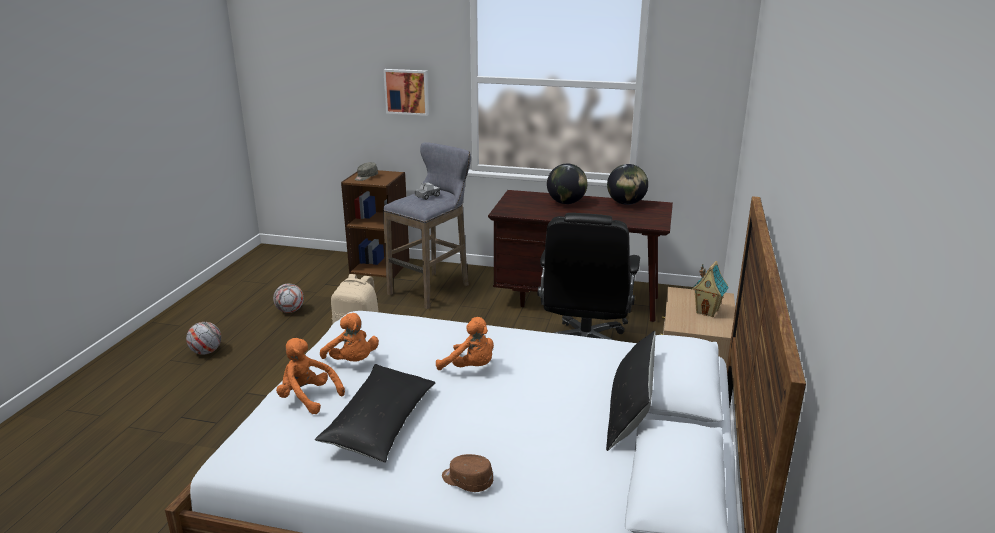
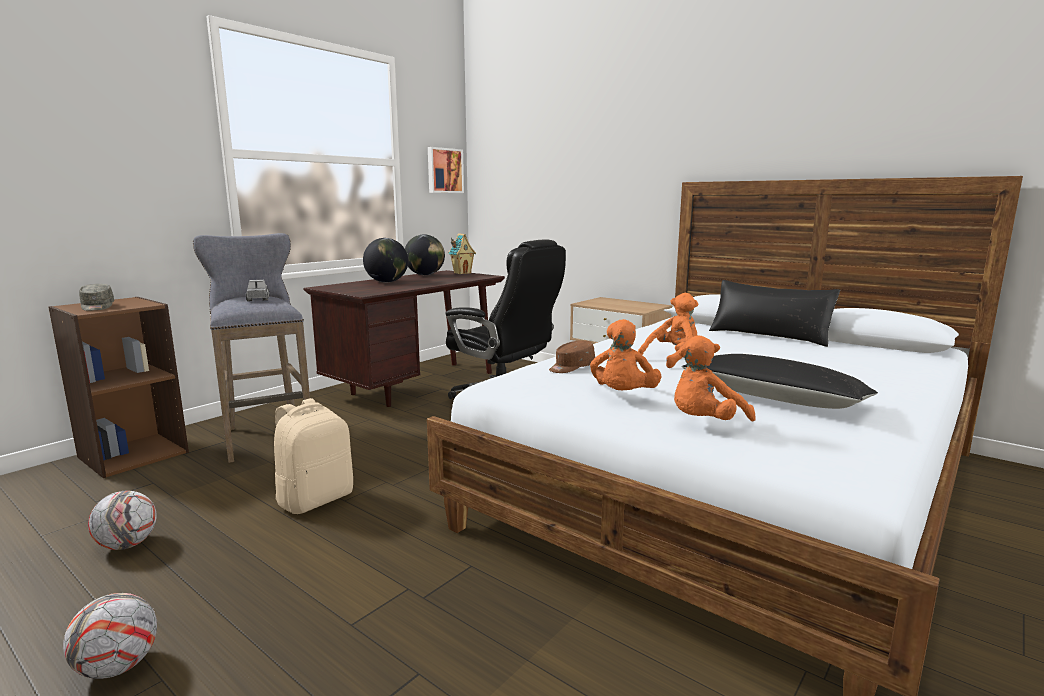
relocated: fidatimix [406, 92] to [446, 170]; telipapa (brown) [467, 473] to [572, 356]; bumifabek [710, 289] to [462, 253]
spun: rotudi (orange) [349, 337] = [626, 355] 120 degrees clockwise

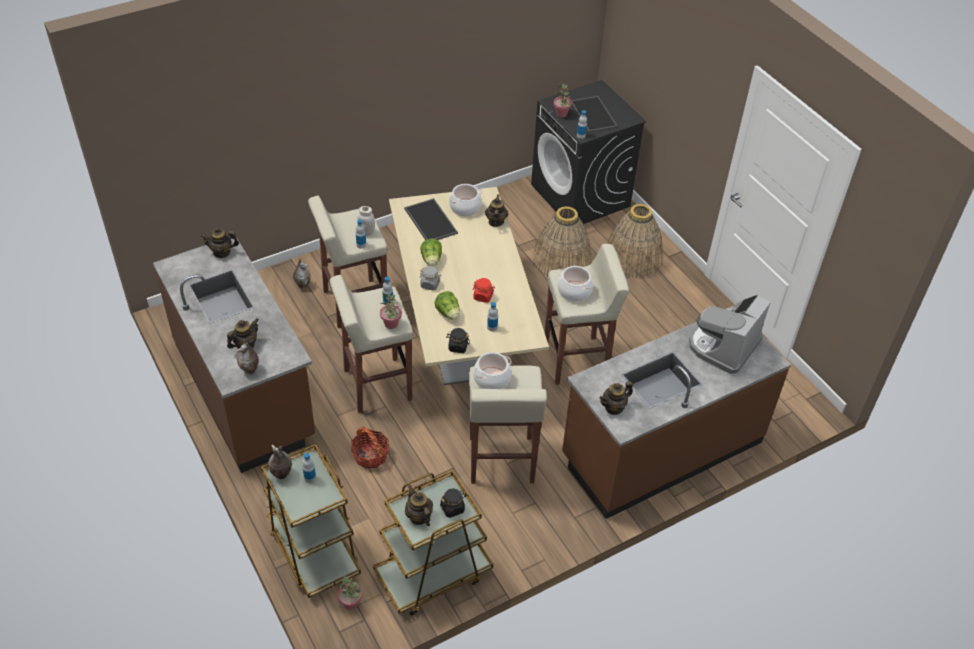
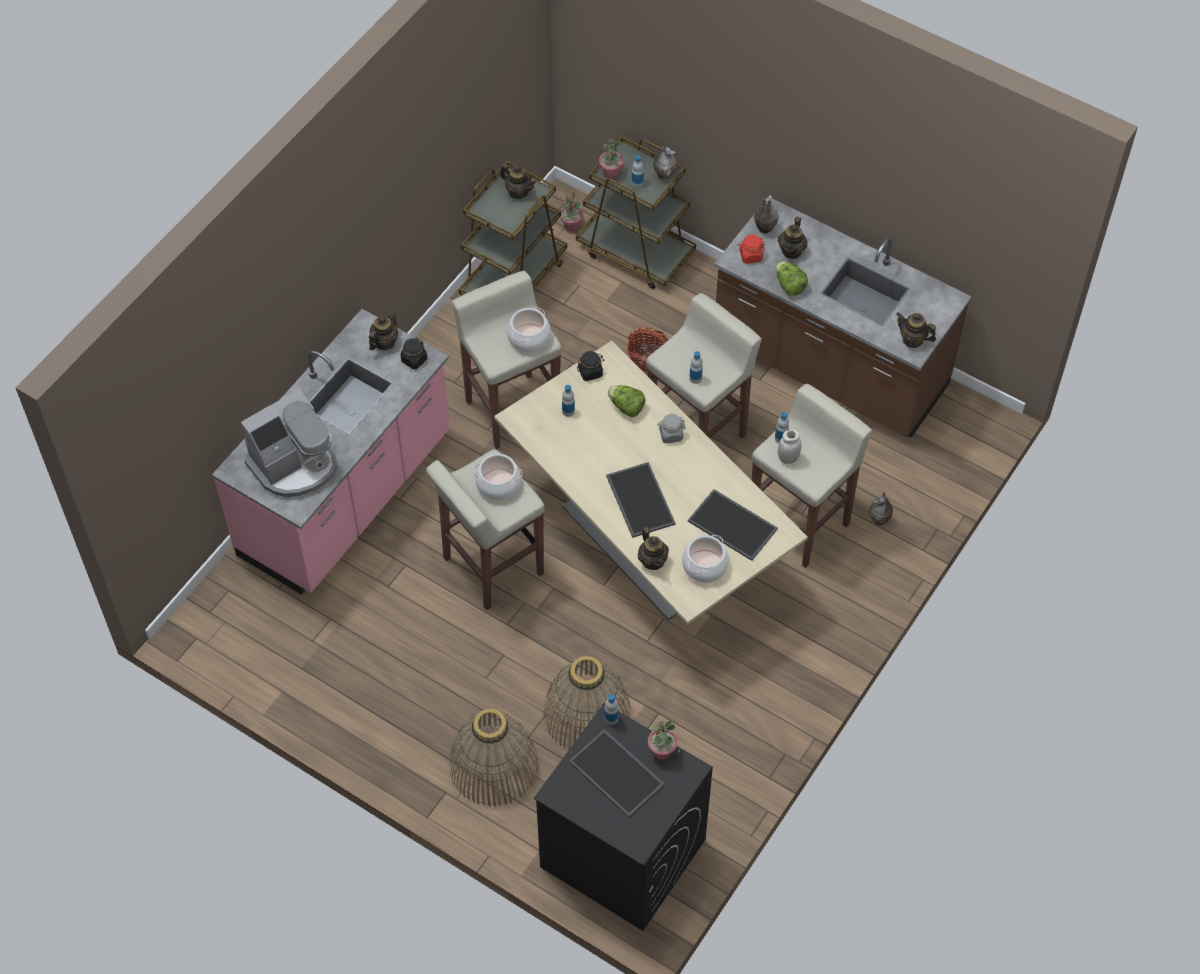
appeared: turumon [641, 500]
relocated: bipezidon [391, 311] to [611, 158]; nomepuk [431, 252] to [792, 278]; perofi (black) [453, 503] to [414, 353]; perofi (red) [484, 290] to [751, 249]
colour: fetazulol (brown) [676, 412] to fetazulol (pink) [331, 452]
spun: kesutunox [219, 242] = [916, 330] 120 degrees counterclockwise; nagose [730, 334] = [289, 443] 45 degrees clockwise

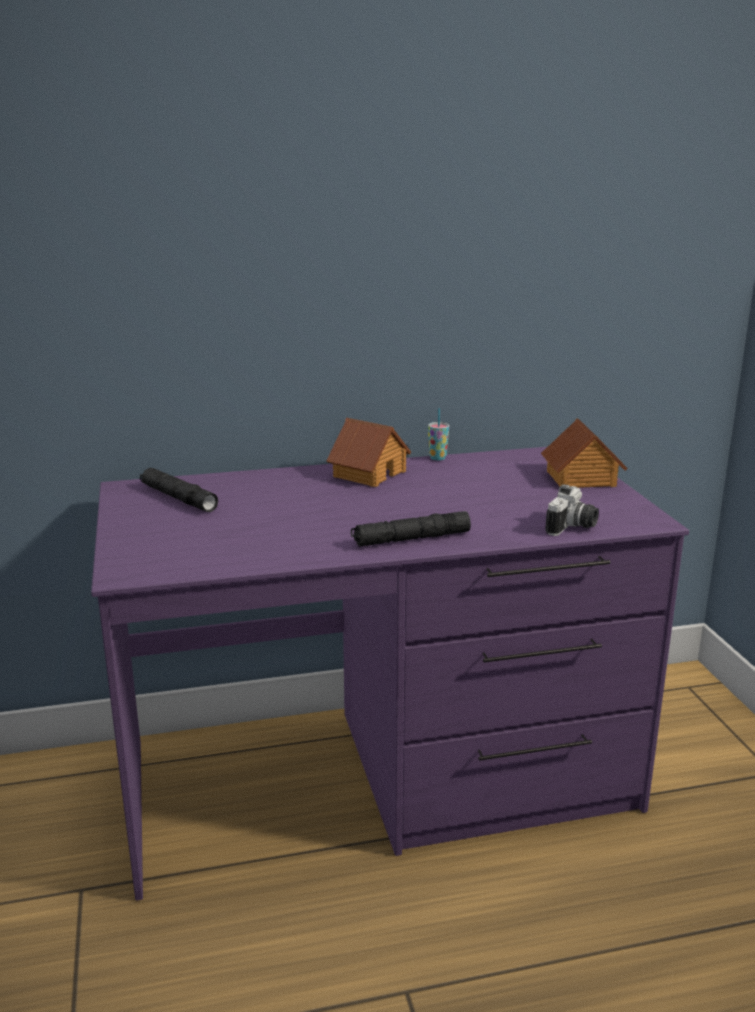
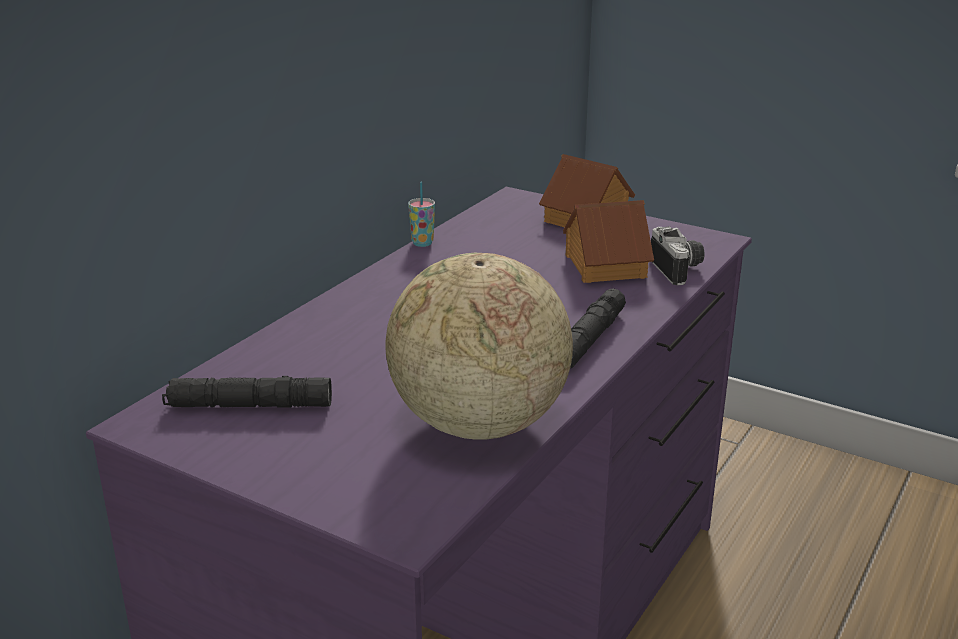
appeared: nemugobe [479, 346]
relocated: bumifabek [368, 452] to [608, 241]

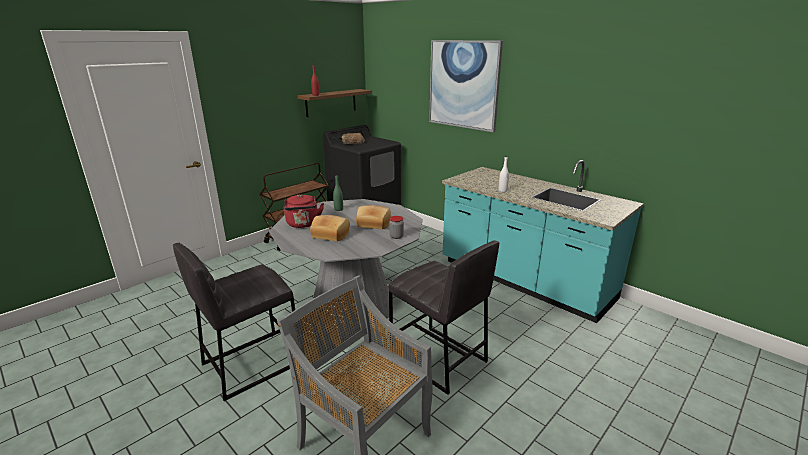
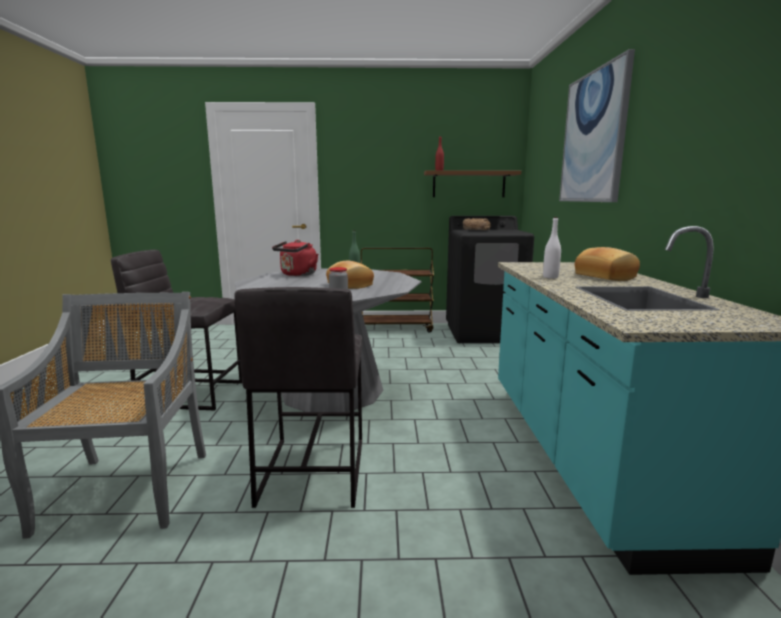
relocated: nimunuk [330, 228] to [607, 264]

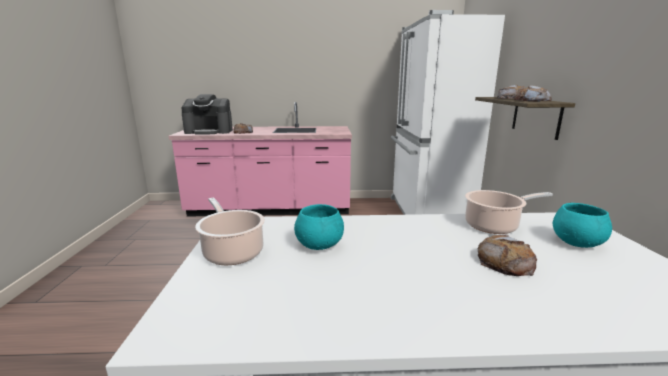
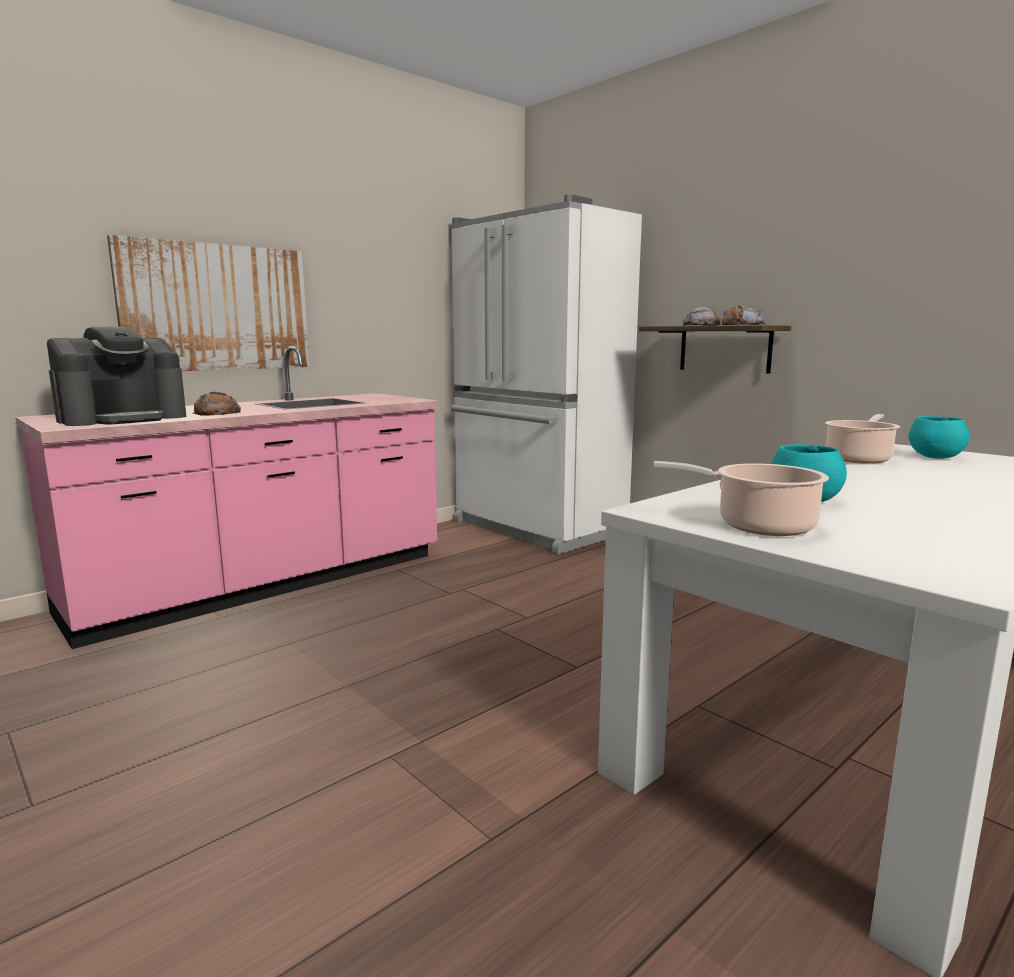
missing: nimunuk [507, 255]
appeared: fidatimix [208, 303]

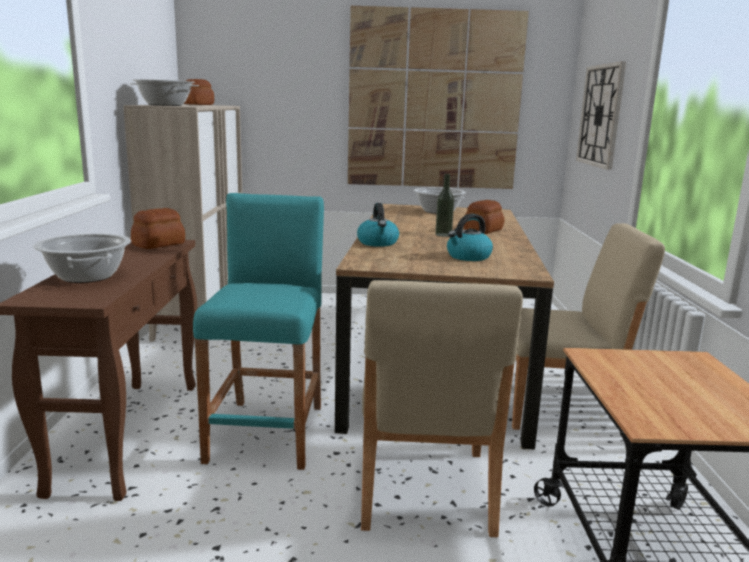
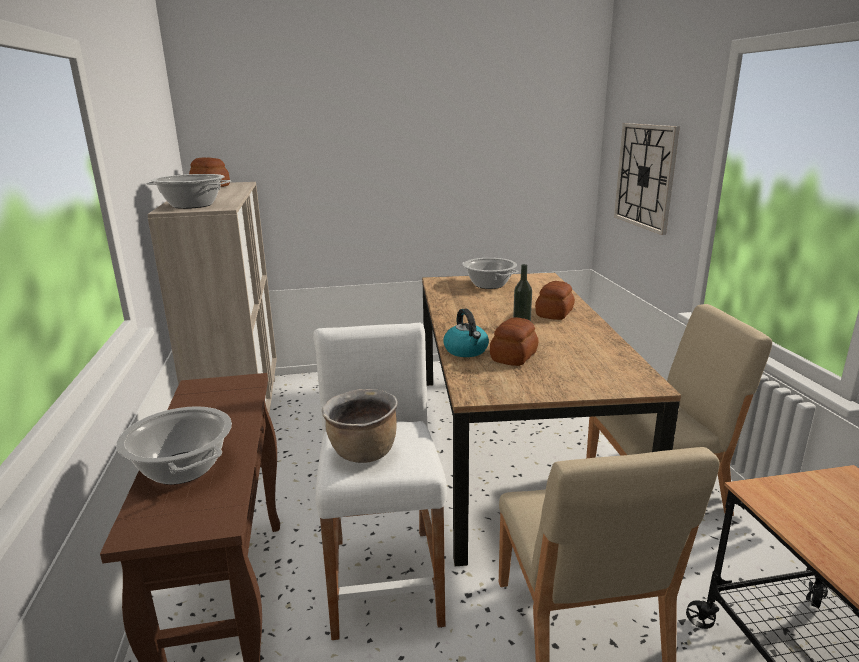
missing: fidatimix [438, 97]; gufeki [470, 237]
appeared: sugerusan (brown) [360, 426]
relocated: nimunuk [158, 228] to [514, 341]
colour: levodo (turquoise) [258, 331] to levodo (white) [380, 481]

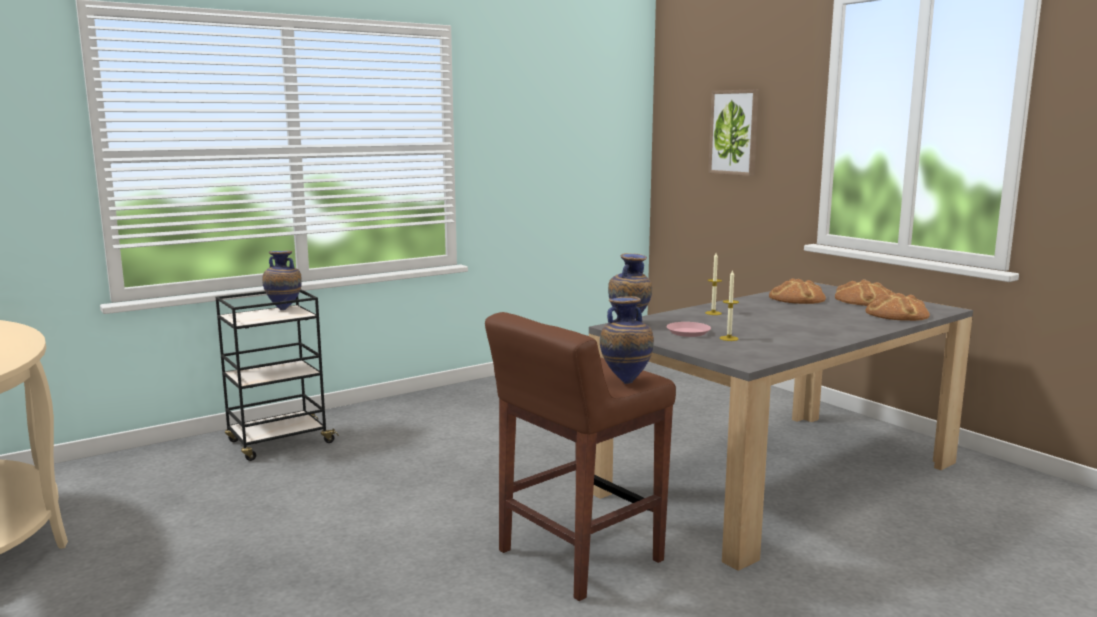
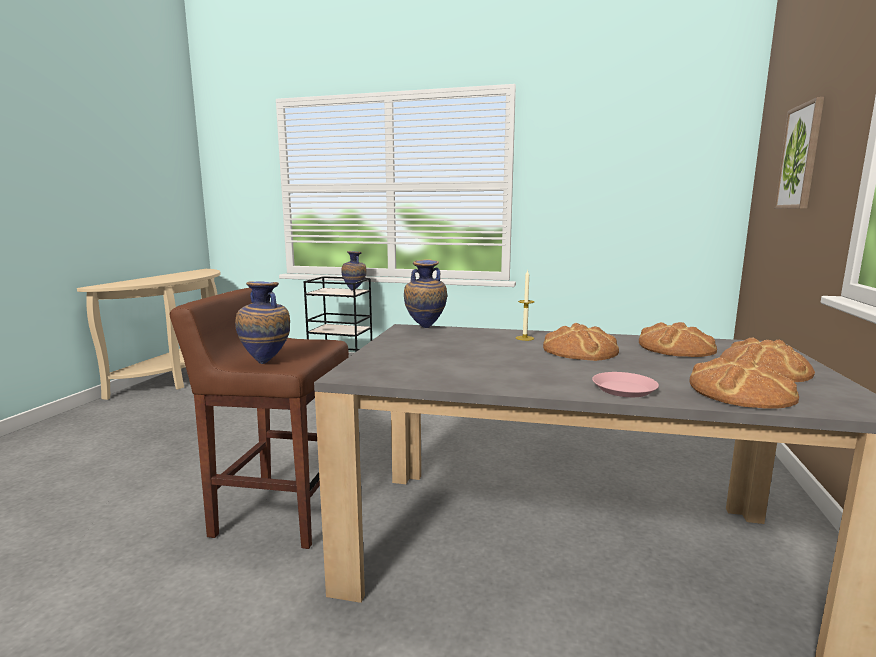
missing: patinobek [729, 305]
appeared: nimunuk [581, 342]
relocated: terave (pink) [688, 329] to [625, 384]

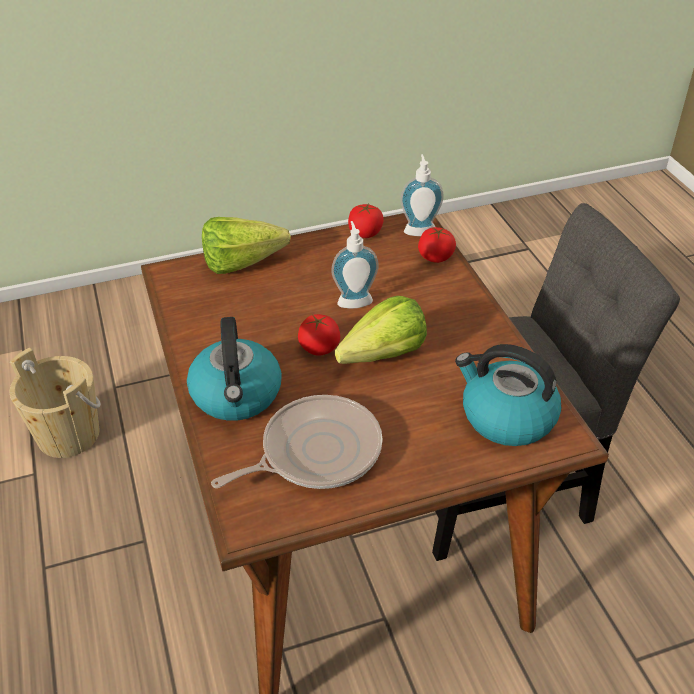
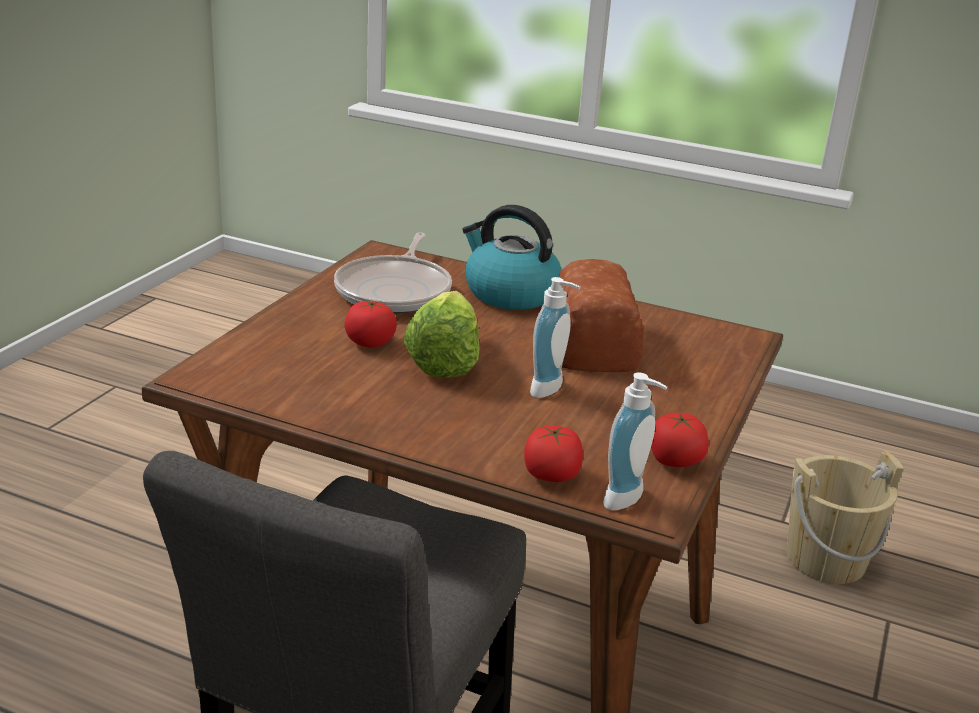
missing: nomepuk [246, 245]; gufeki [508, 395]
appeared: nimunuk [601, 315]
relocated: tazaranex [319, 335] to [371, 323]

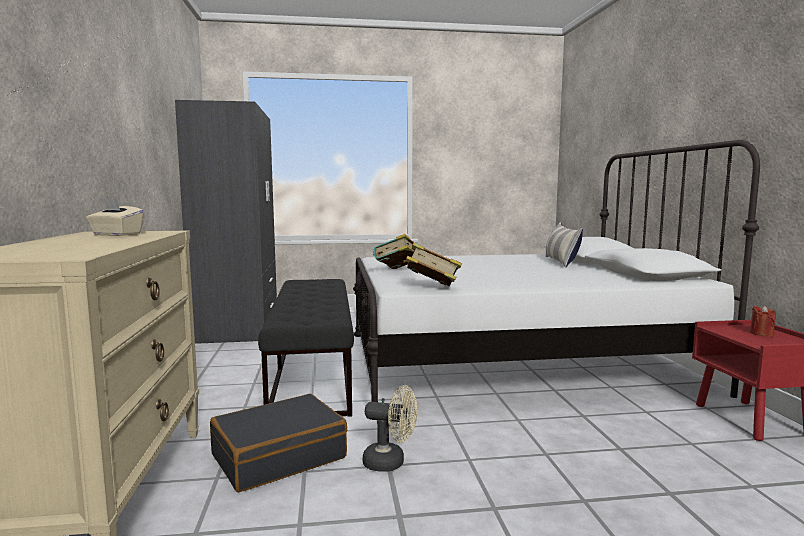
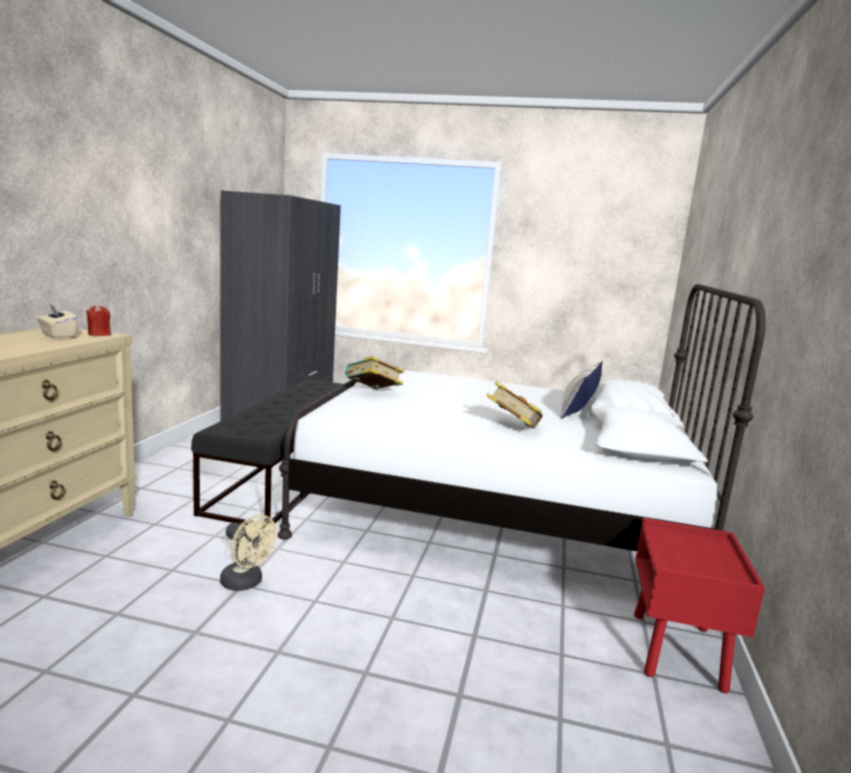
missing: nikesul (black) [278, 443]
relocated: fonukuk [433, 264] to [514, 404]; patinobek (red) [763, 321] to [98, 320]

